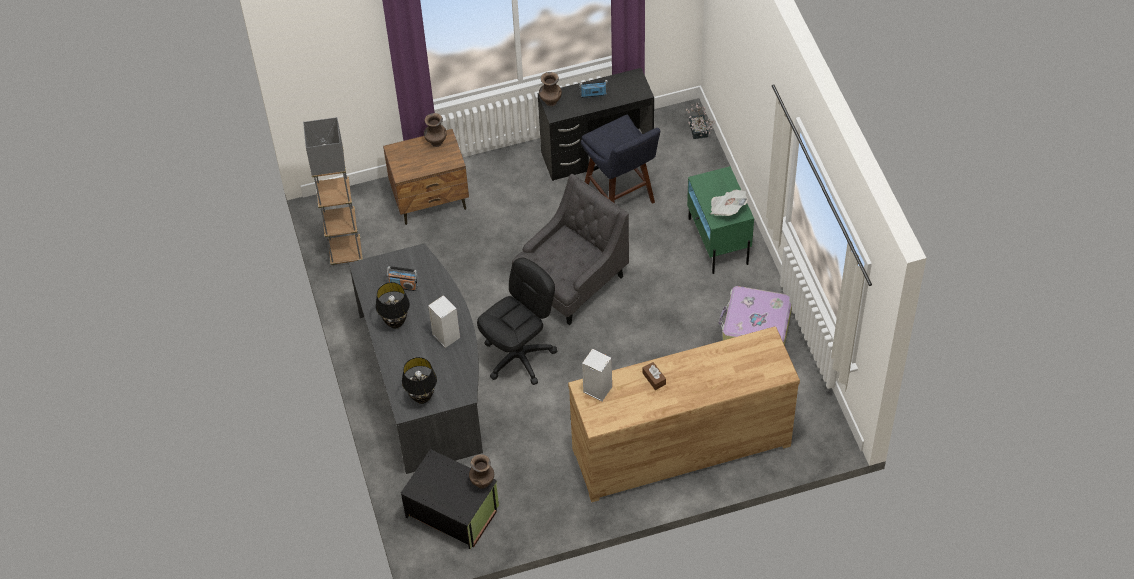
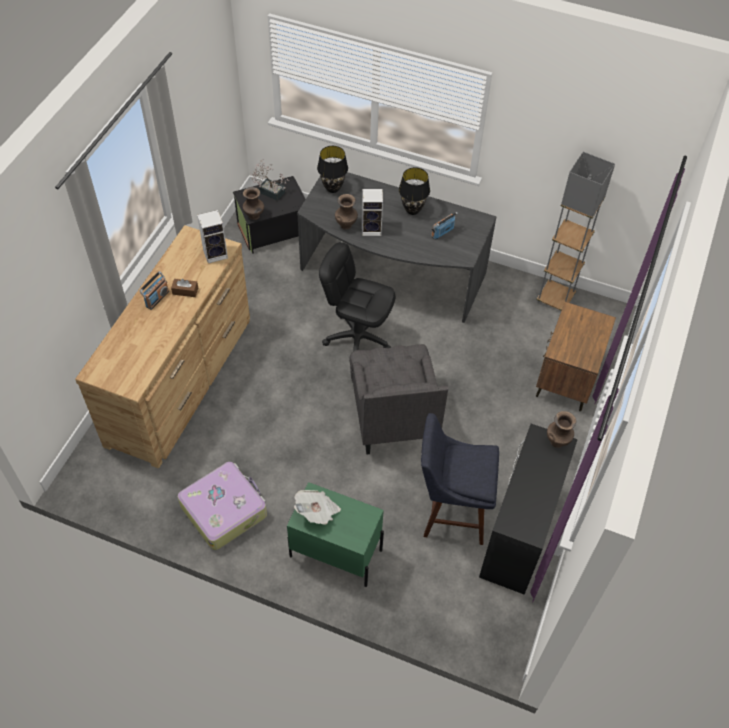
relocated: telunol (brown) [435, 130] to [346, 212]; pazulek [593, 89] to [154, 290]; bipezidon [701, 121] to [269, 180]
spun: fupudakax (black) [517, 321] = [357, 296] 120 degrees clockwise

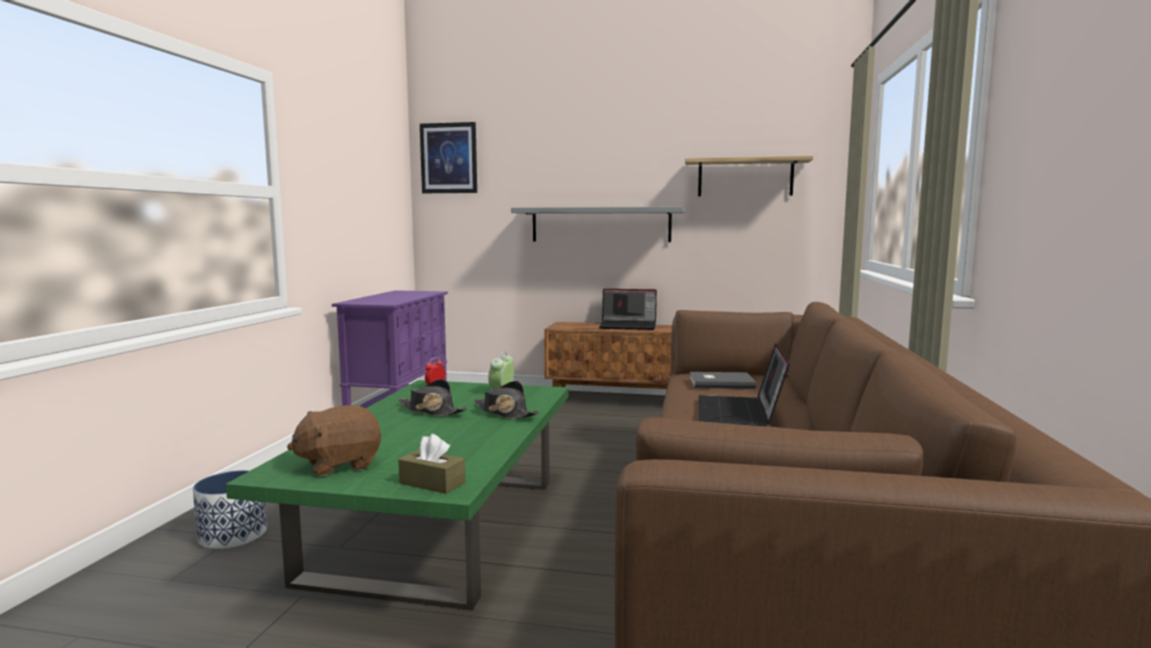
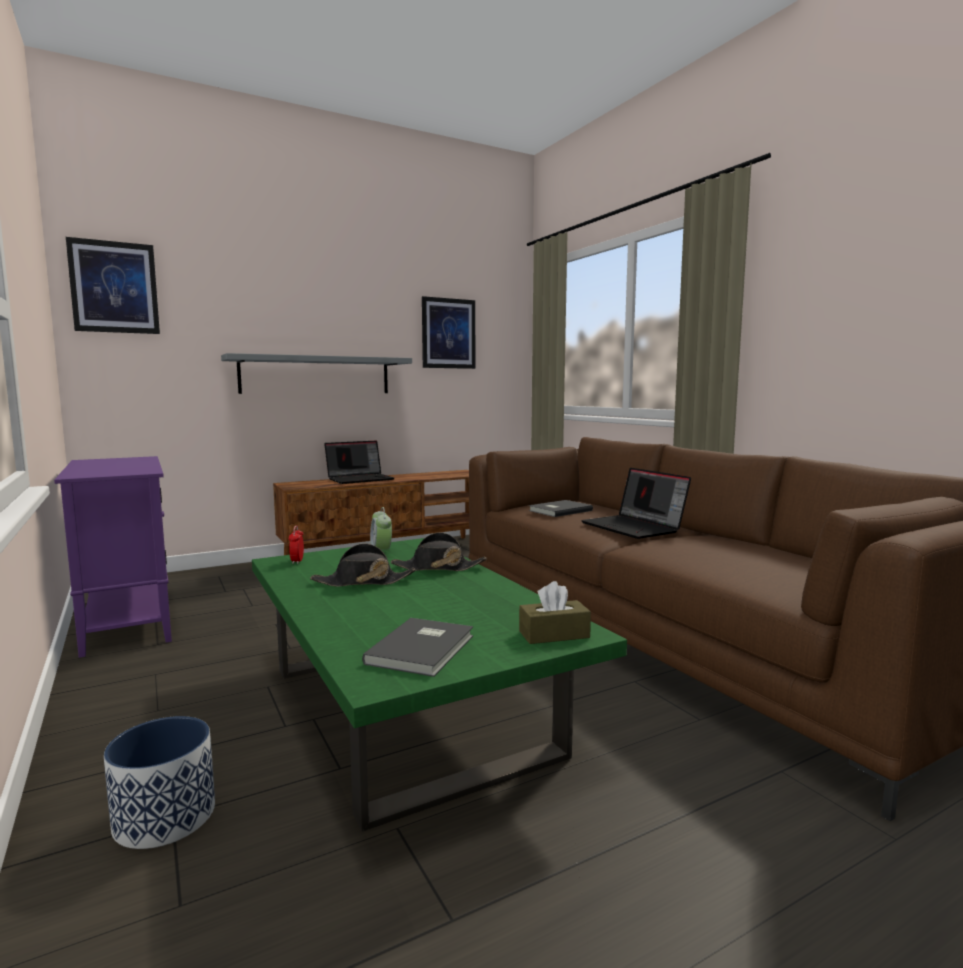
exchanged: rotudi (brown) [334, 440] to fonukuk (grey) [417, 647]; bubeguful [749, 176] to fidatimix [448, 332]

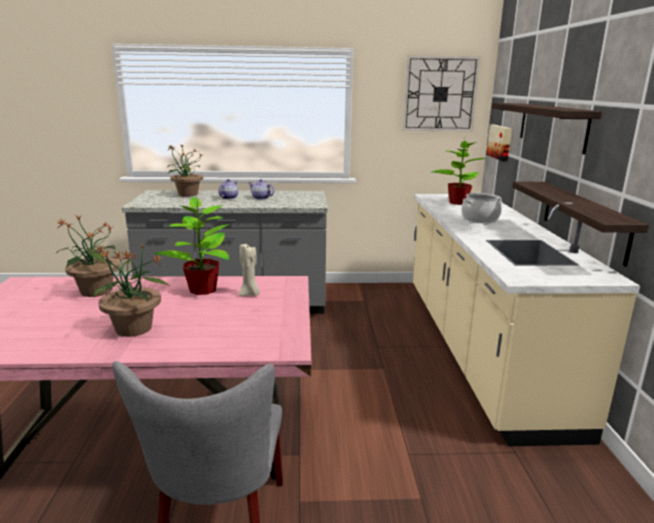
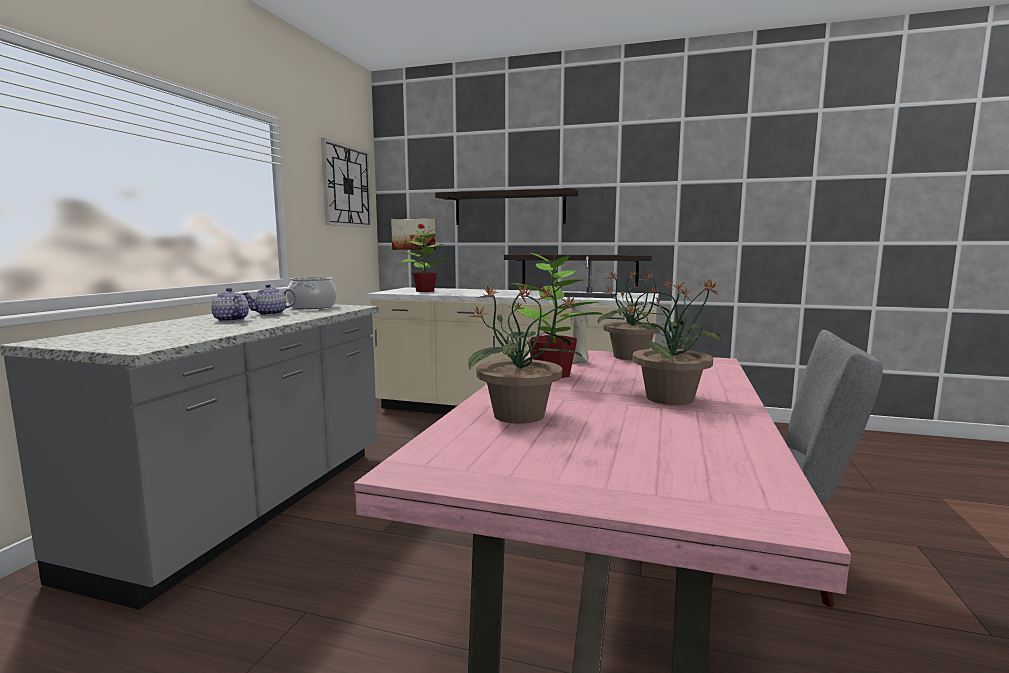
relocated: bipezidon [185, 170] to [635, 315]; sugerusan [481, 208] to [311, 293]

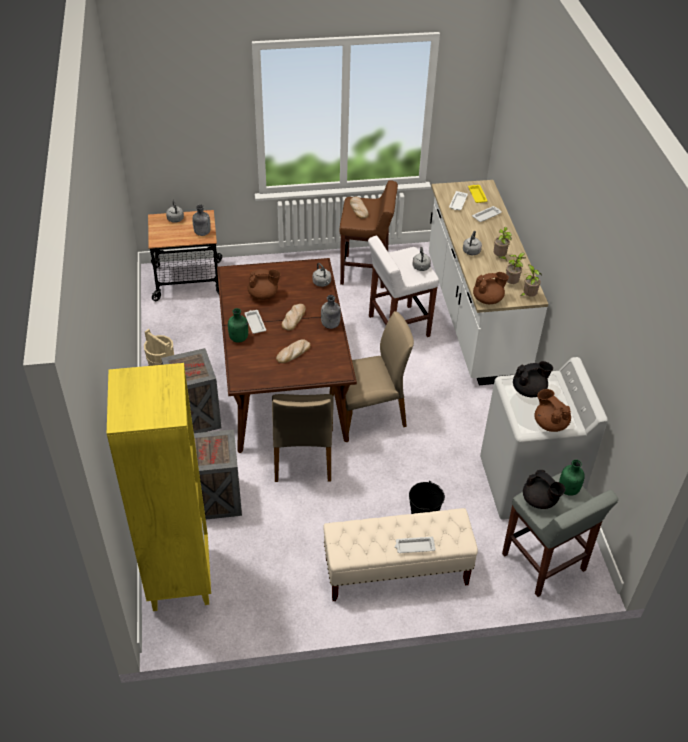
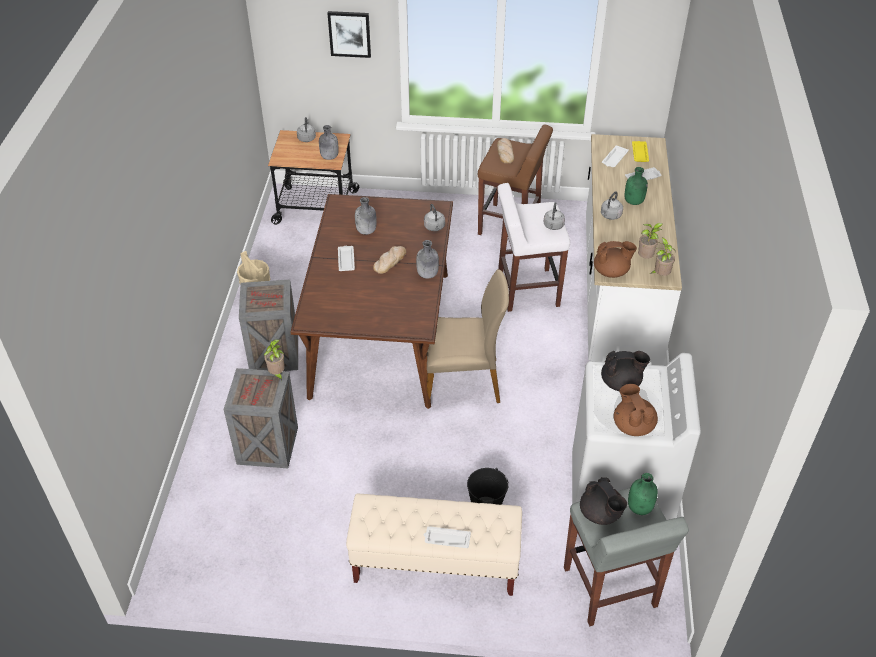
missing: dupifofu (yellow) [159, 487]; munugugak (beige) [303, 438]; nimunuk [293, 351]
appeared: fidatimix [349, 34]
relocated: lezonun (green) [238, 325] to [636, 186]; bipezidon [503, 244] to [274, 360]
exchanged: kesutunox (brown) [264, 284] to lezonun (grey) [366, 216]

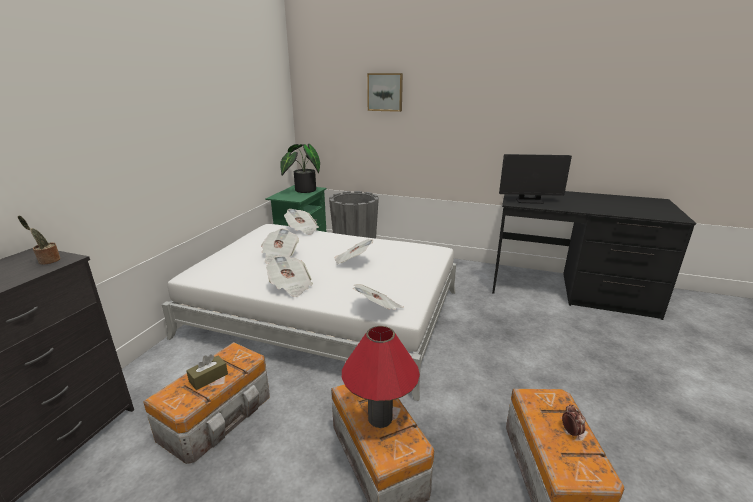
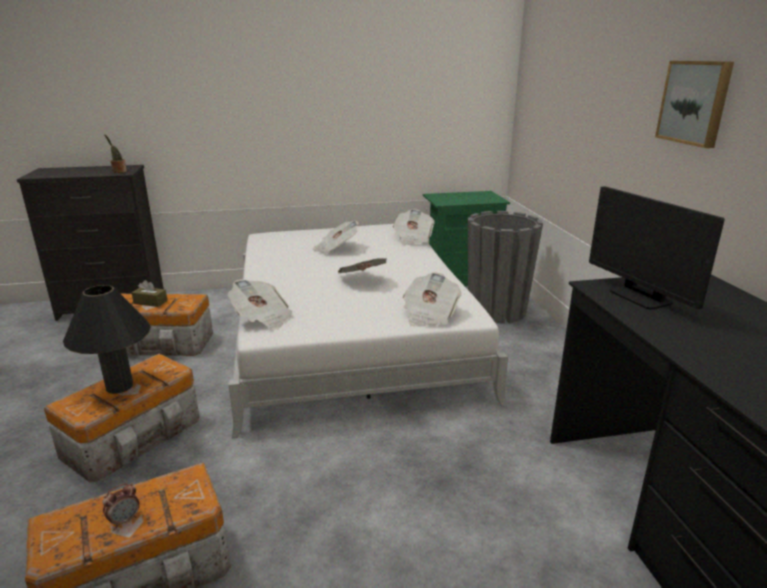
missing: bipezidon [300, 168]
relocated: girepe [289, 276] to [432, 299]; fidatimix [385, 92] to [694, 104]
colour: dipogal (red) [381, 377] to dipogal (black) [107, 339]

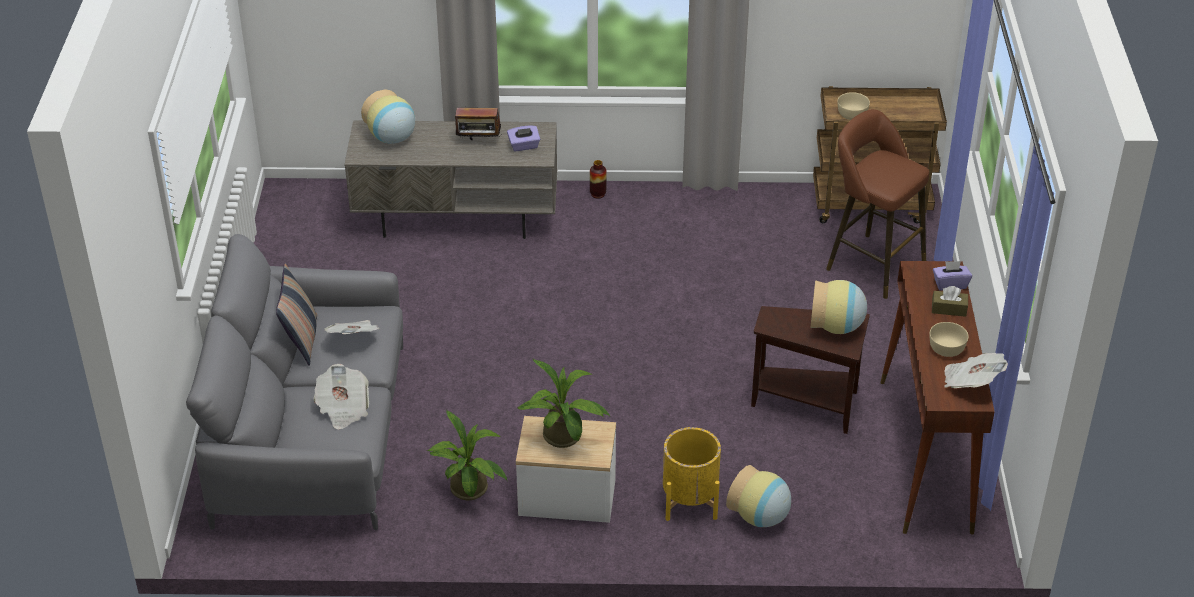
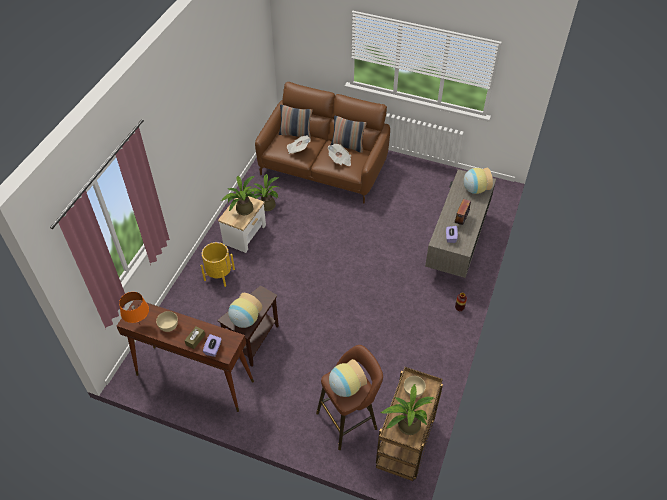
appeared: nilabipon [296, 122]; bipezidon [407, 409]
relocated: telunol [758, 496] to [348, 378]
exchanged: girepe [976, 370] to dipogal (orange) [134, 308]
colour: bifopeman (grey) [294, 382] to bifopeman (brown) [322, 143]

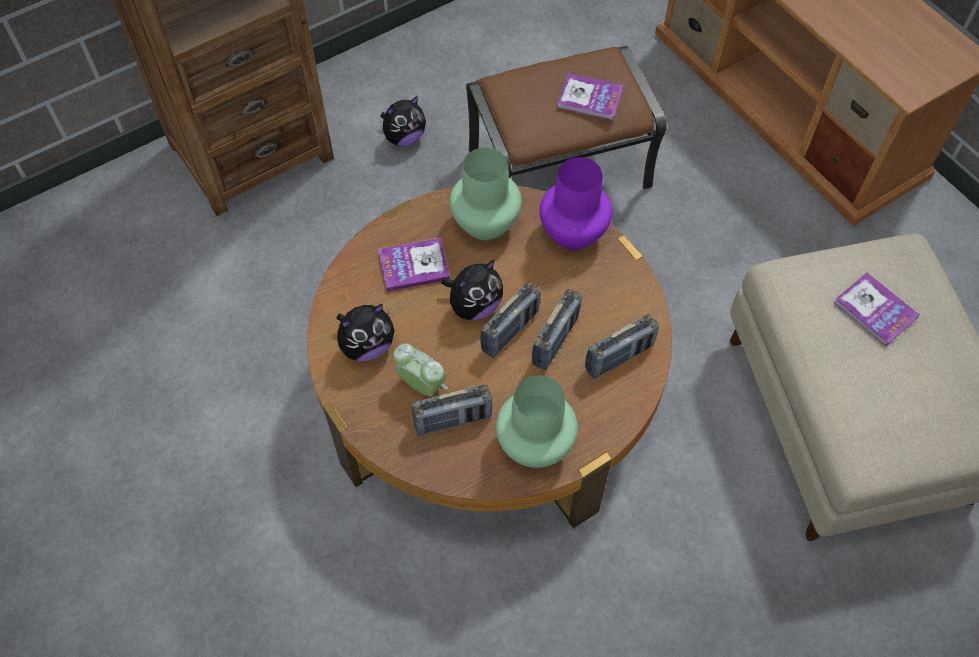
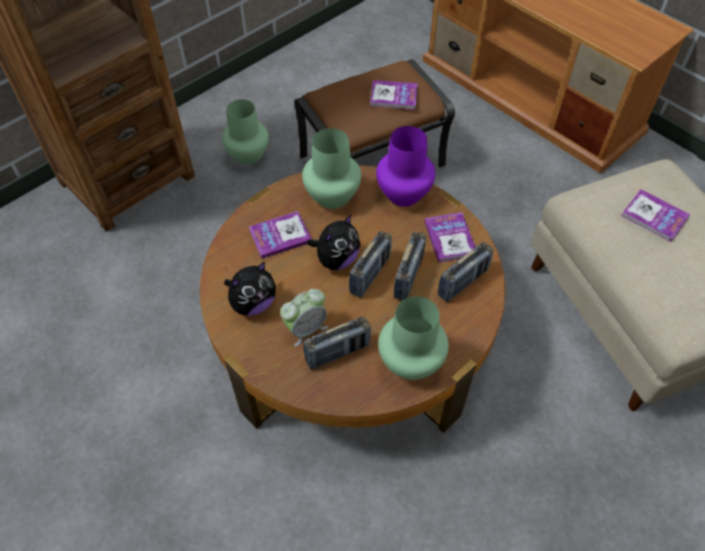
appeared: fonukuk [450, 237]
exchanged: rotudi [403, 121] to telunol (green) [245, 132]
spun: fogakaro [420, 369] = [304, 317] 120 degrees clockwise

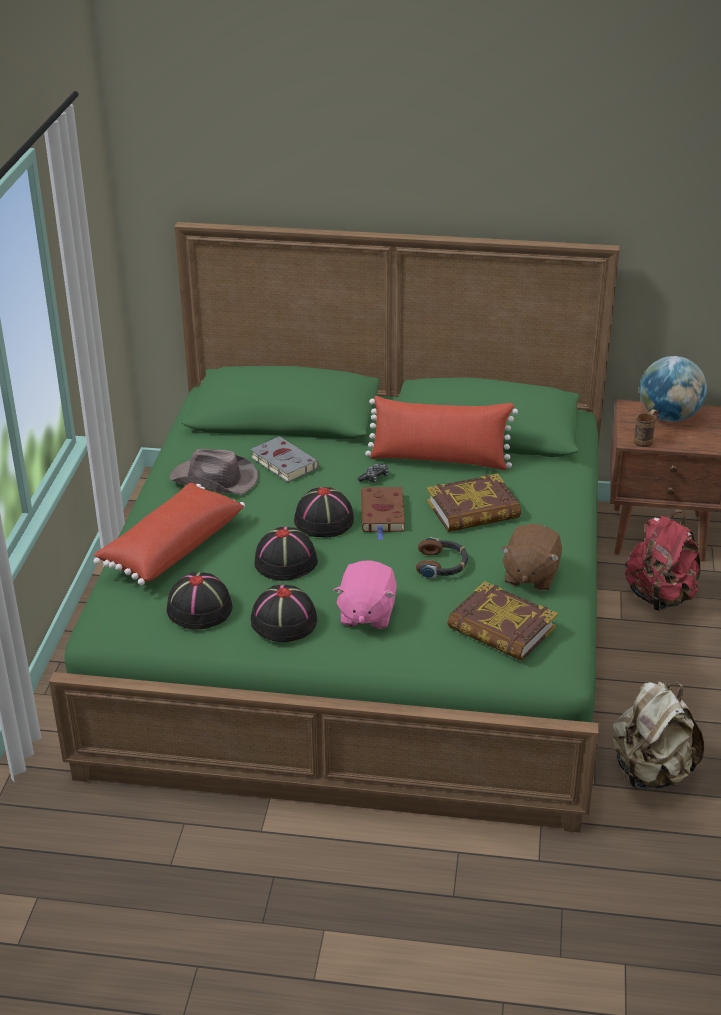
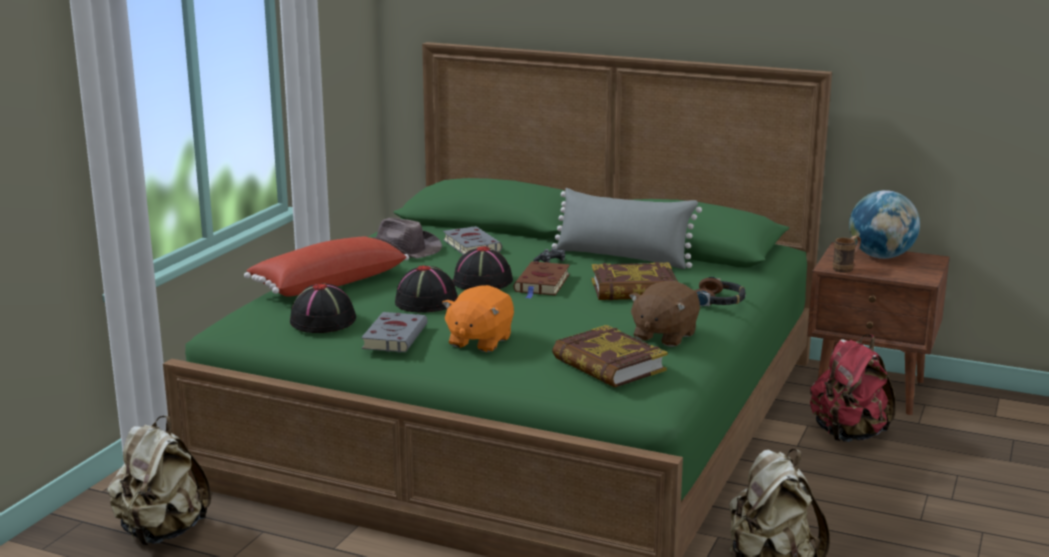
appeared: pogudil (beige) [159, 480]
relocated: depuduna [442, 557] to [720, 292]
exchanged: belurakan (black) [283, 613] to fonukuk (grey) [394, 332]
colour: rotudi (pink) [365, 594] to rotudi (orange) [478, 318]; nilabipon (red) [441, 433] to nilabipon (grey) [627, 228]

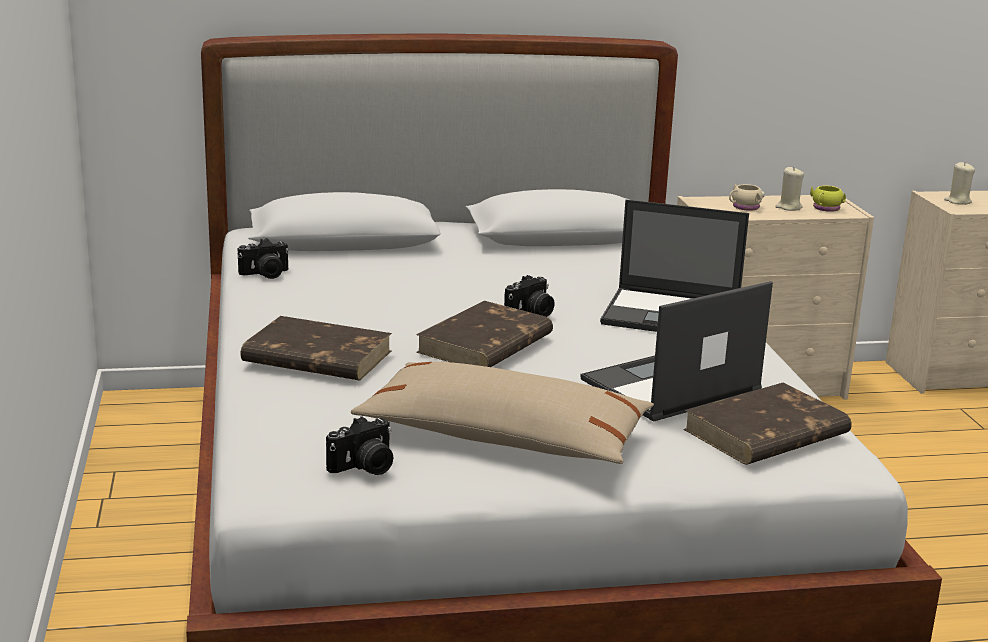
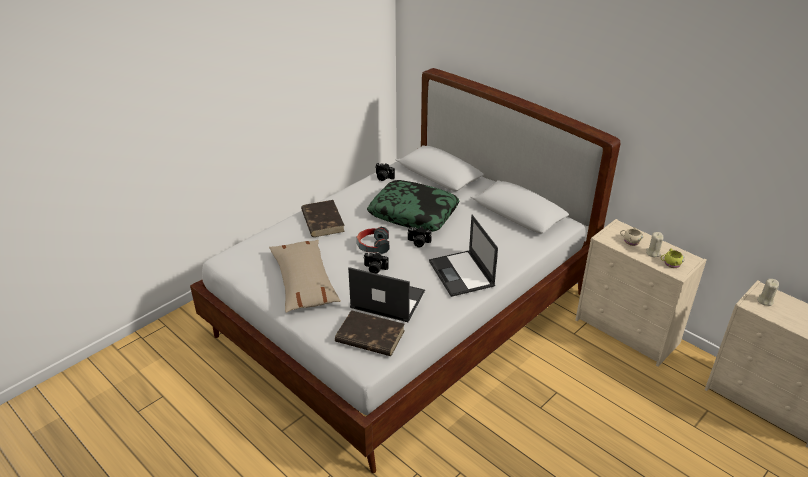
appeared: nilabipon [413, 206]
relocated: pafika [359, 445] to [376, 263]
exchanged: fonukuk (brown) [484, 334] to depuduna [373, 240]

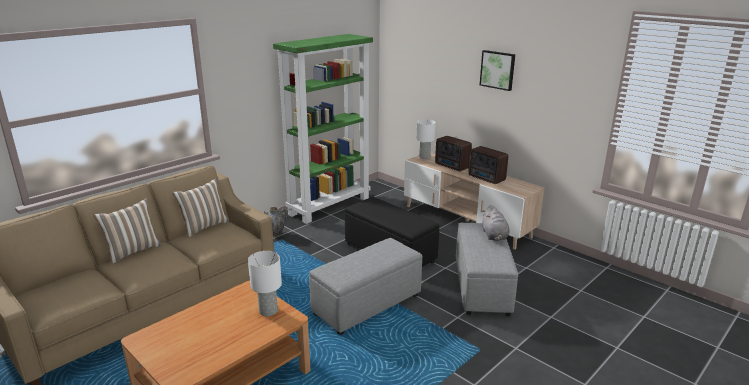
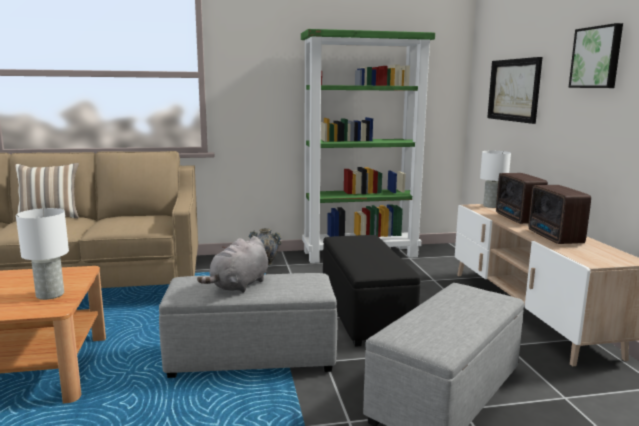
missing: nilabipon [200, 208]
appeared: fidatimix [514, 90]
relocated: rotudi (grey) [495, 223] to [232, 264]

